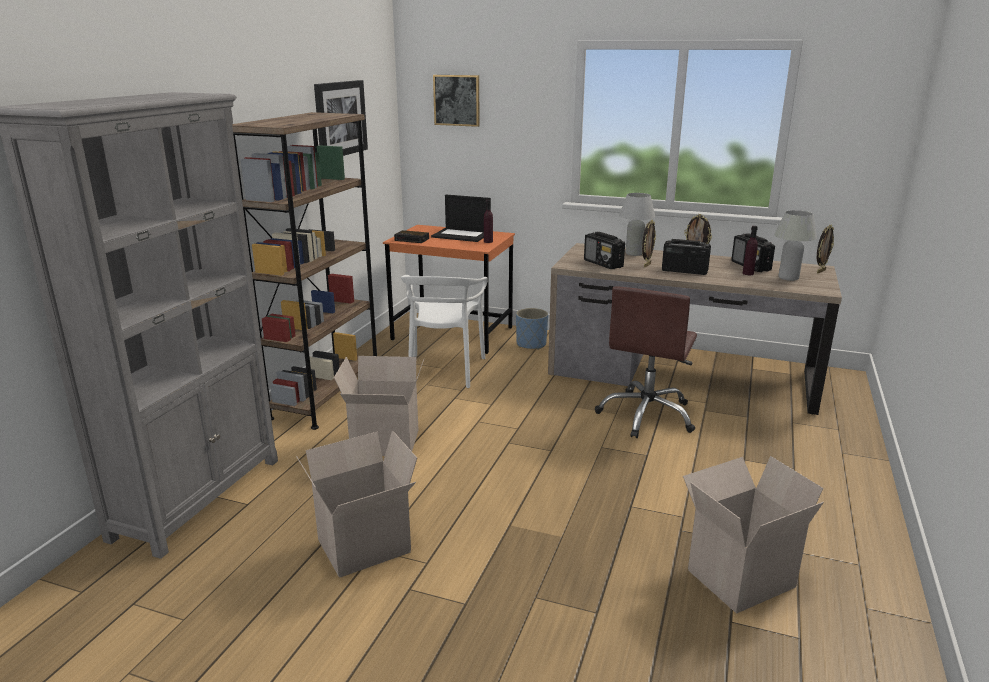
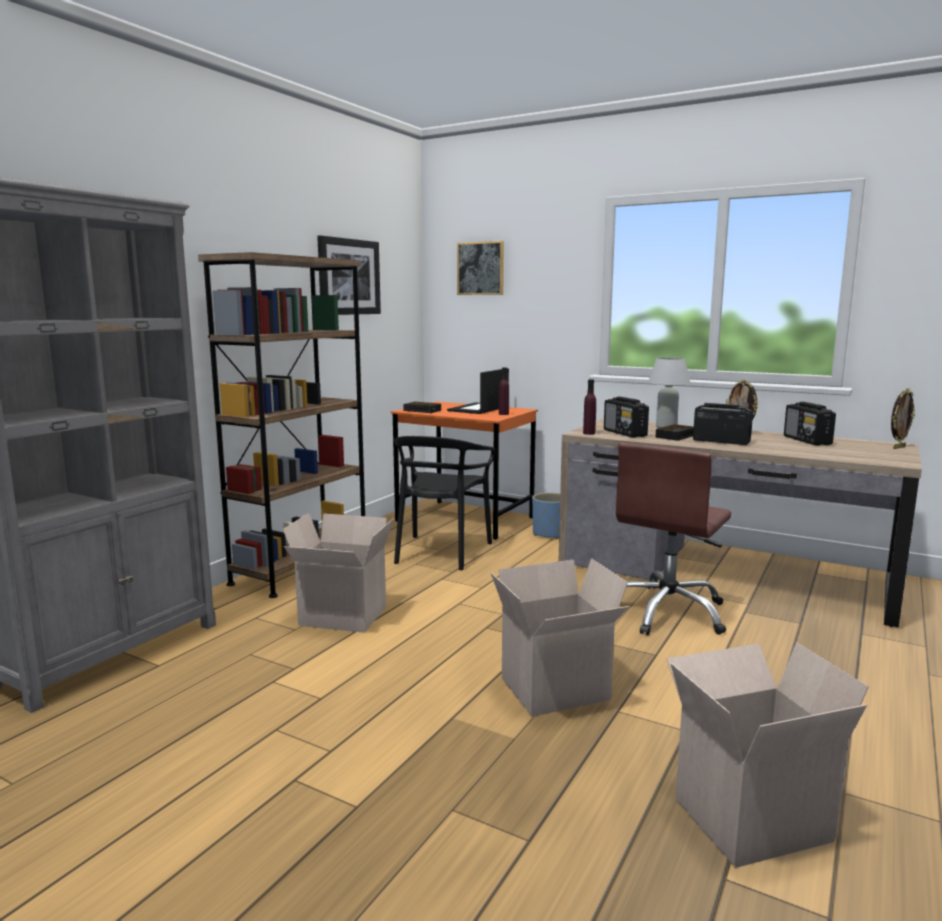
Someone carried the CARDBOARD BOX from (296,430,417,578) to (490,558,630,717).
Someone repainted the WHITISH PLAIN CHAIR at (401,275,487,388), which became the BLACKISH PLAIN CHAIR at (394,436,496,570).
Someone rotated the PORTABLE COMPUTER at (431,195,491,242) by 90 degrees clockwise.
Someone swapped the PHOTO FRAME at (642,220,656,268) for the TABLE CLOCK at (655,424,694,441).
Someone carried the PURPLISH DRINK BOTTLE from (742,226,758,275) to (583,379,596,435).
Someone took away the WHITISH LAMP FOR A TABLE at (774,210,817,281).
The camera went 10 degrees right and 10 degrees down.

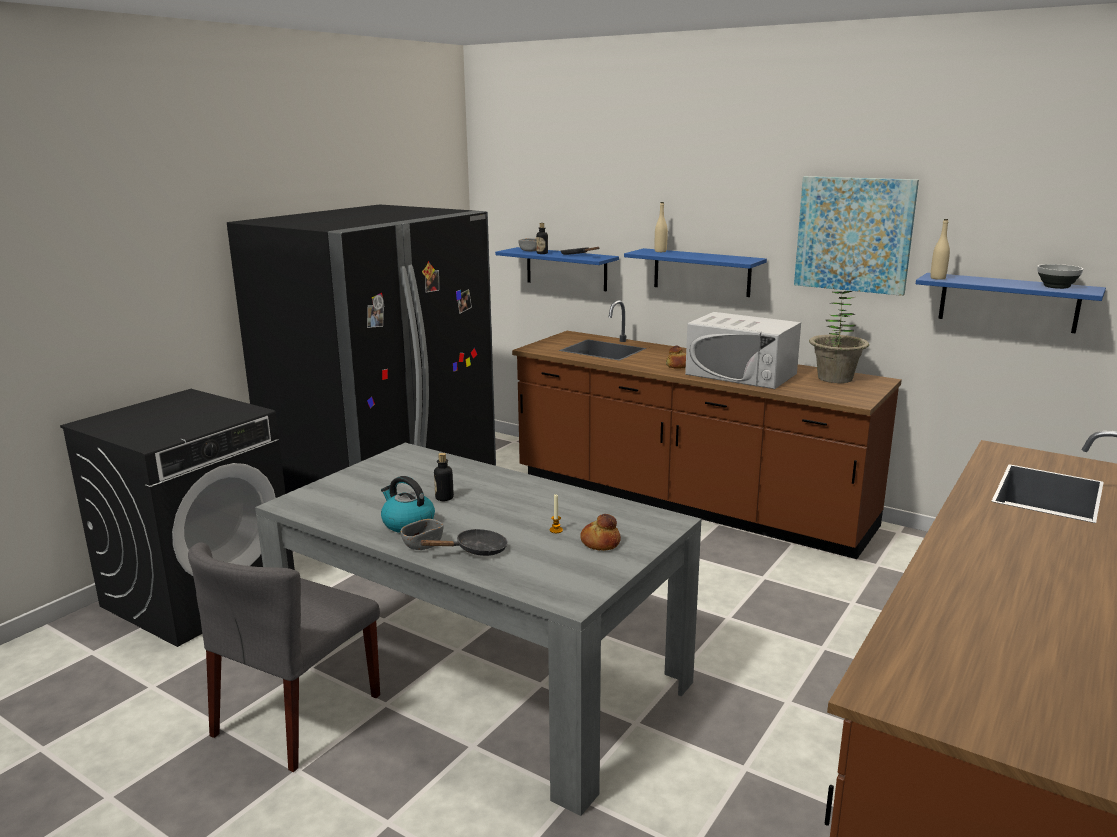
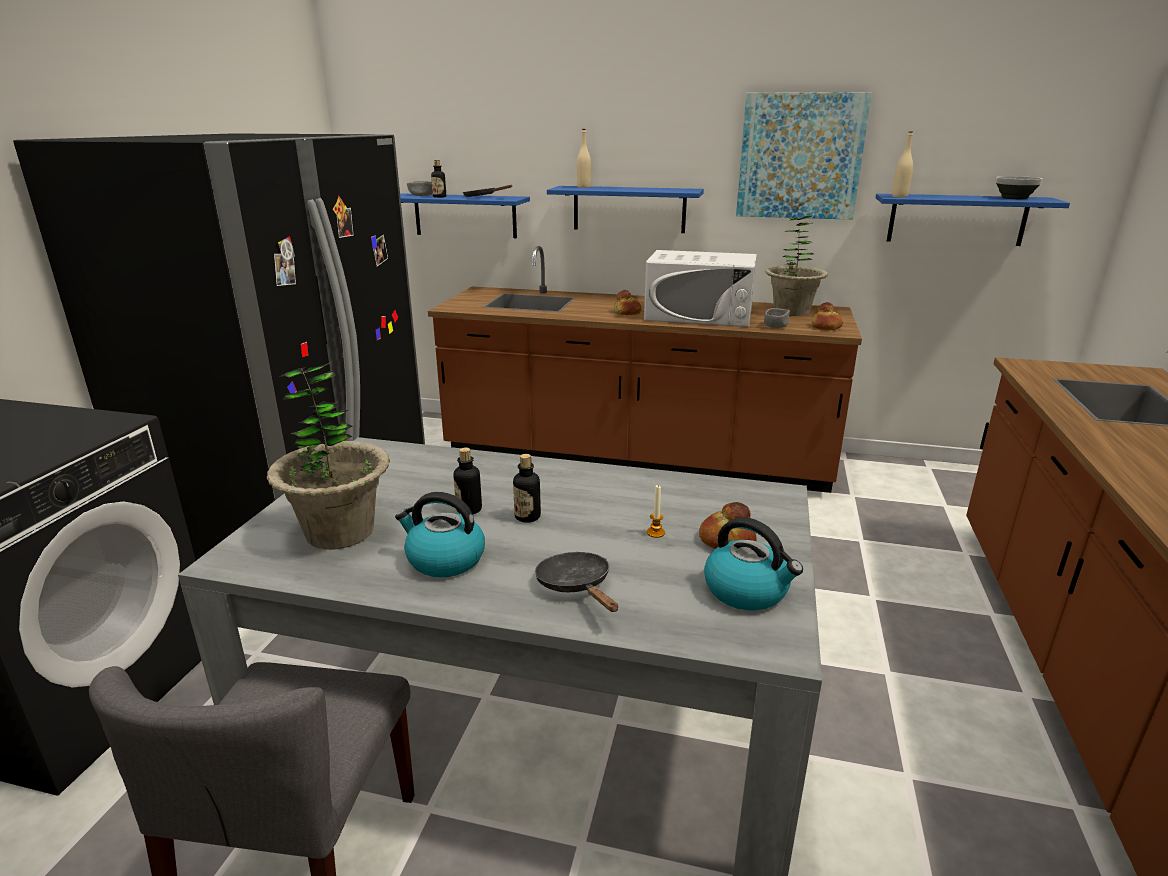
Someone carried the GREY BOWL from (400,519,444,550) to (764,308,790,328).
Someone rotated the BLACKISH SKILLET at (419,529,508,556) by 75 degrees counterclockwise.
Someone put down the POTTED PLANT at (267,362,390,550).
Someone put down the DRINK BOTTLE at (513,454,541,523).
Someone put down the TEA KETTLE at (704,517,803,611).
Someone put down the BREAD at (812,302,843,330).
The camera went 20 degrees left and 5 degrees up.

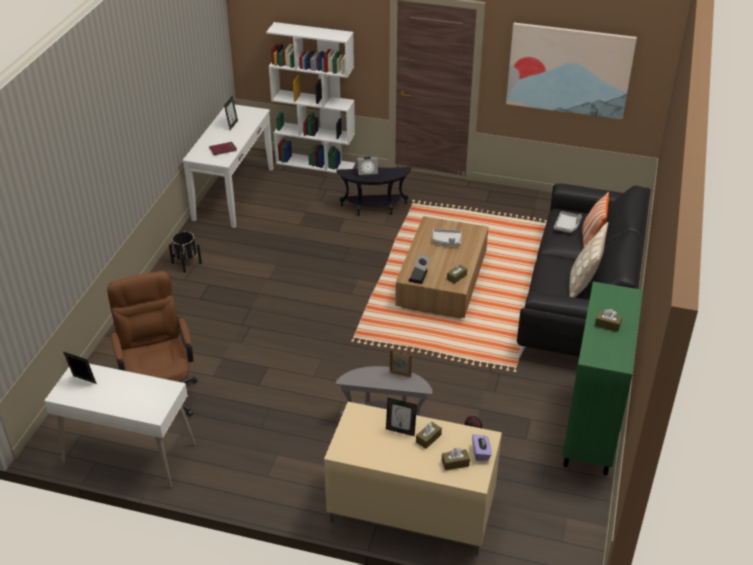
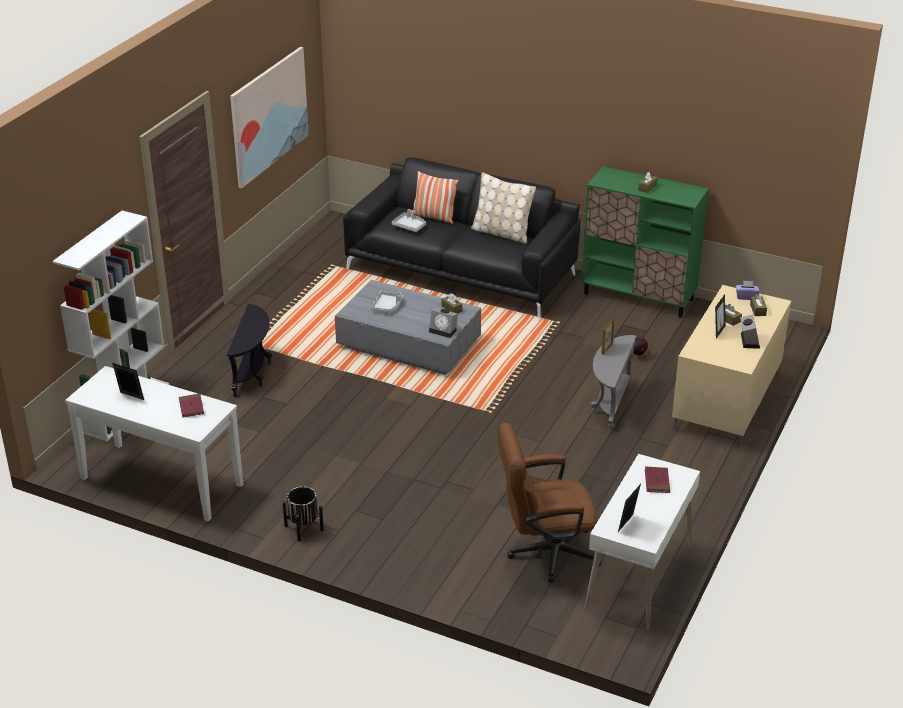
Someone carried the TABLE CLOCK from (357,156,378,179) to (740,314,760,349).
Someone repainted the BROWNISH LOW TABLE at (395,216,488,319), which became the GREY LOW TABLE at (335,280,481,375).
Someone put down the RED-COLOURED VOLUME at (645,466,670,493).
The camera went 80 degrees left and 5 degrees down.

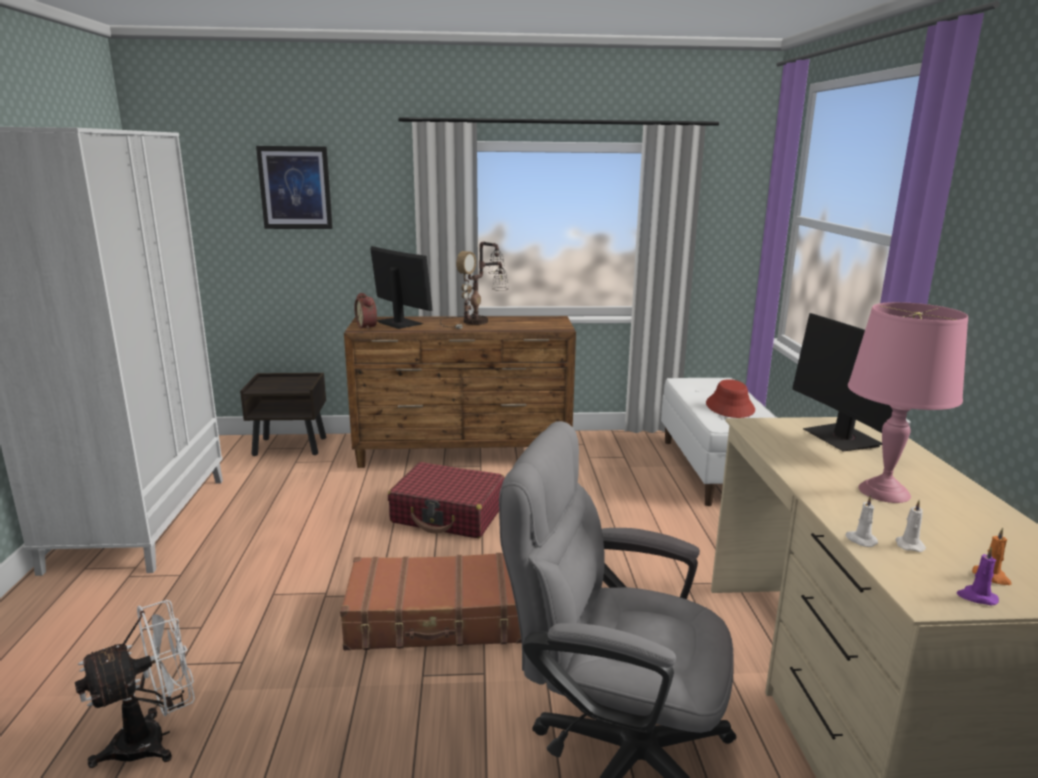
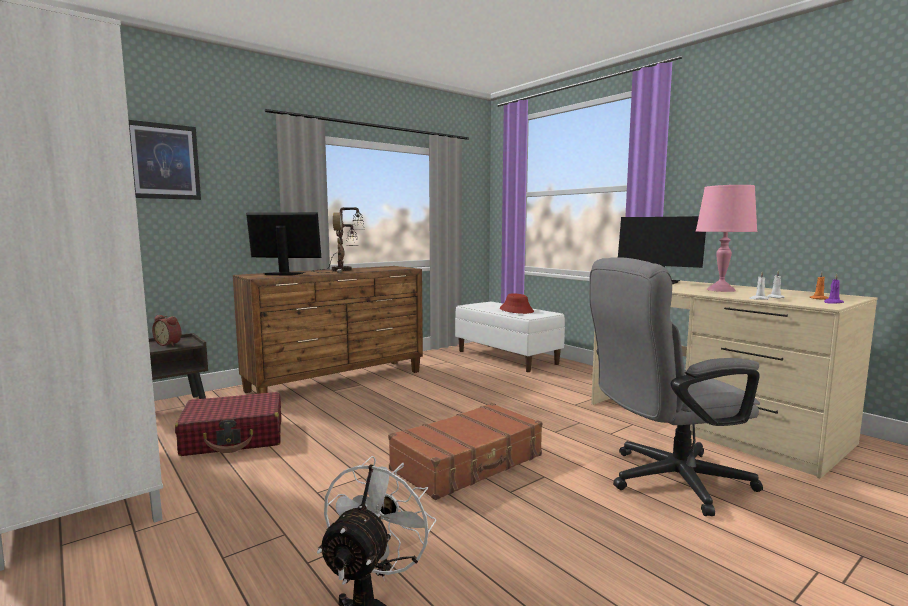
Someone carried the TABLE CLOCK from (355,293,377,330) to (152,315,182,346).
Someone carried the RED-COLOURED SUITCASE from (388,462,505,538) to (175,392,281,456).
The camera went 35 degrees left and 10 degrees down.

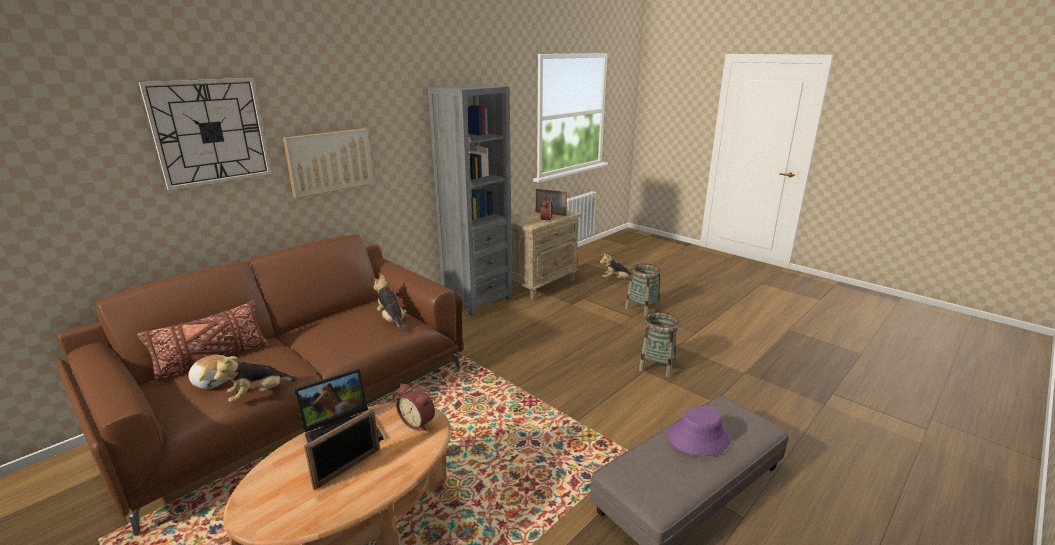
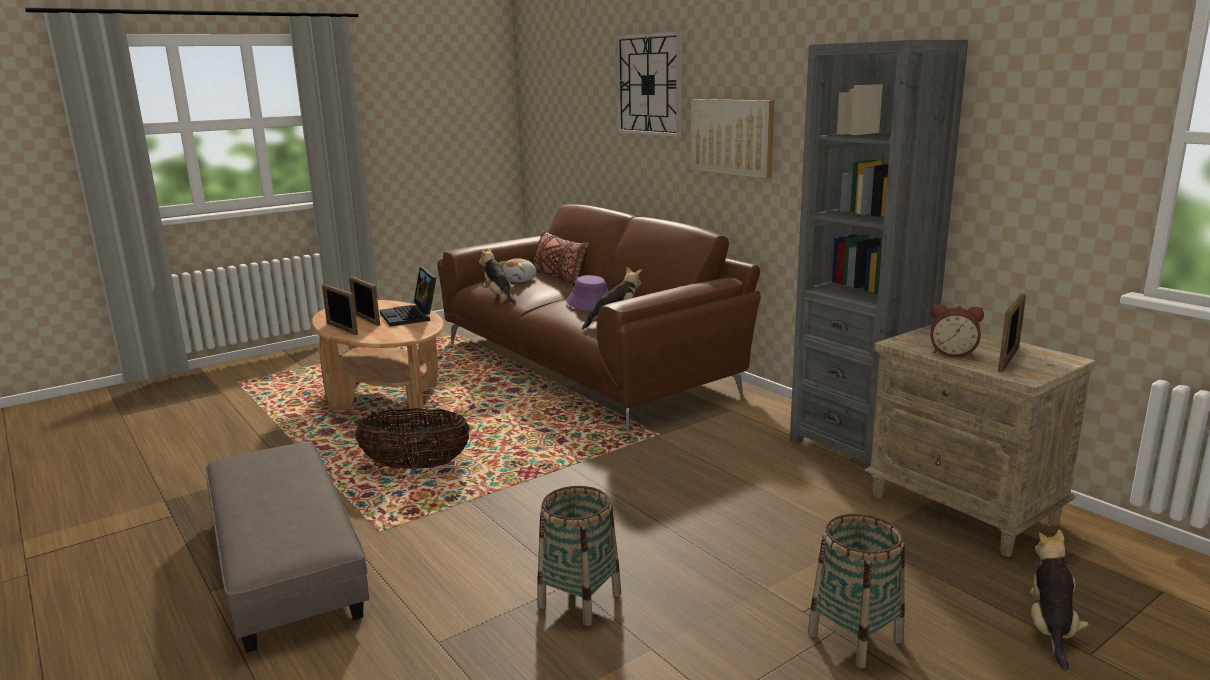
Someone took away the TABLE CLOCK at (396,383,435,431).
Someone carried the PURPLISH WEARABLE HAT from (668,406,731,456) to (566,275,609,311).
Someone put down the PHOTO FRAME at (322,284,358,335).
Someone put down the HOUSEHOLD BASKET at (355,408,471,470).
The camera went 100 degrees right and 5 degrees down.

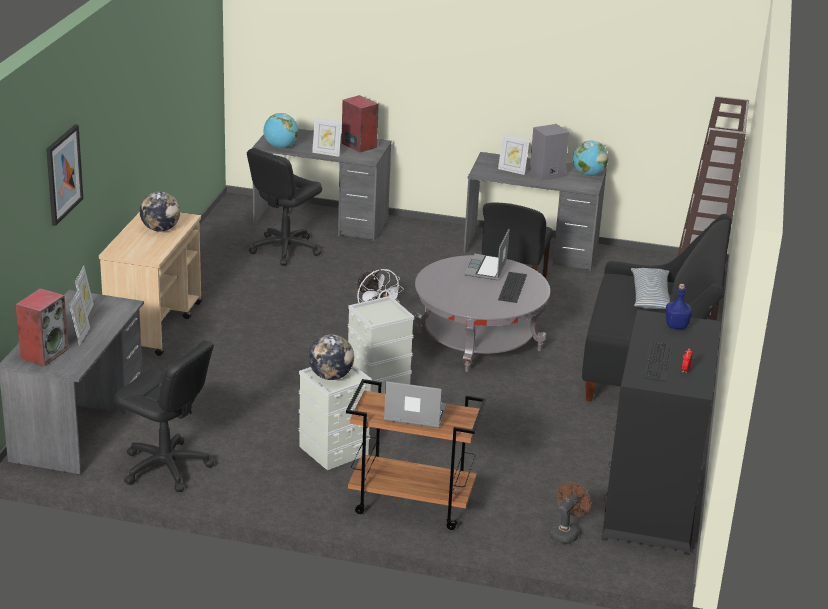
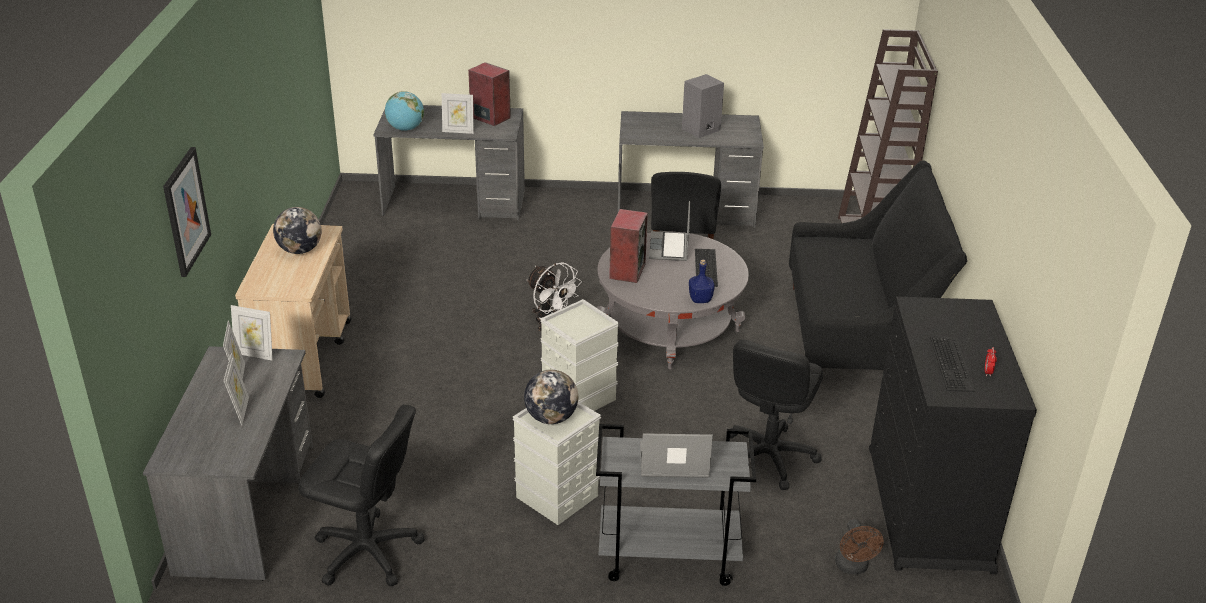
Someone carried the LOUDSPEAKER from (15,288,68,366) to (609,209,648,283).
Someone carried the BLACKISH OFFICE CHAIR from (247,148,322,265) to (726,340,823,490).
Someone repainted the BROWNISH CART at (346,379,486,530), which became the GREY CART at (596,424,756,586).
Someone carried the PHOTO FRAME from (498,134,530,175) to (231,305,273,361).
Someone rotated the BROWNISH ELECTRIC FAN at (549,482,591,544) by 150 degrees clockwise.
Someone took away the GLOBE at (573,140,609,176).
Someone took away the CUSHION at (631,268,670,309).
Someone carried the BLUE DRINK BOTTLE from (666,284,692,329) to (689,259,715,303).
The camera went 10 degrees left and 5 degrees up.

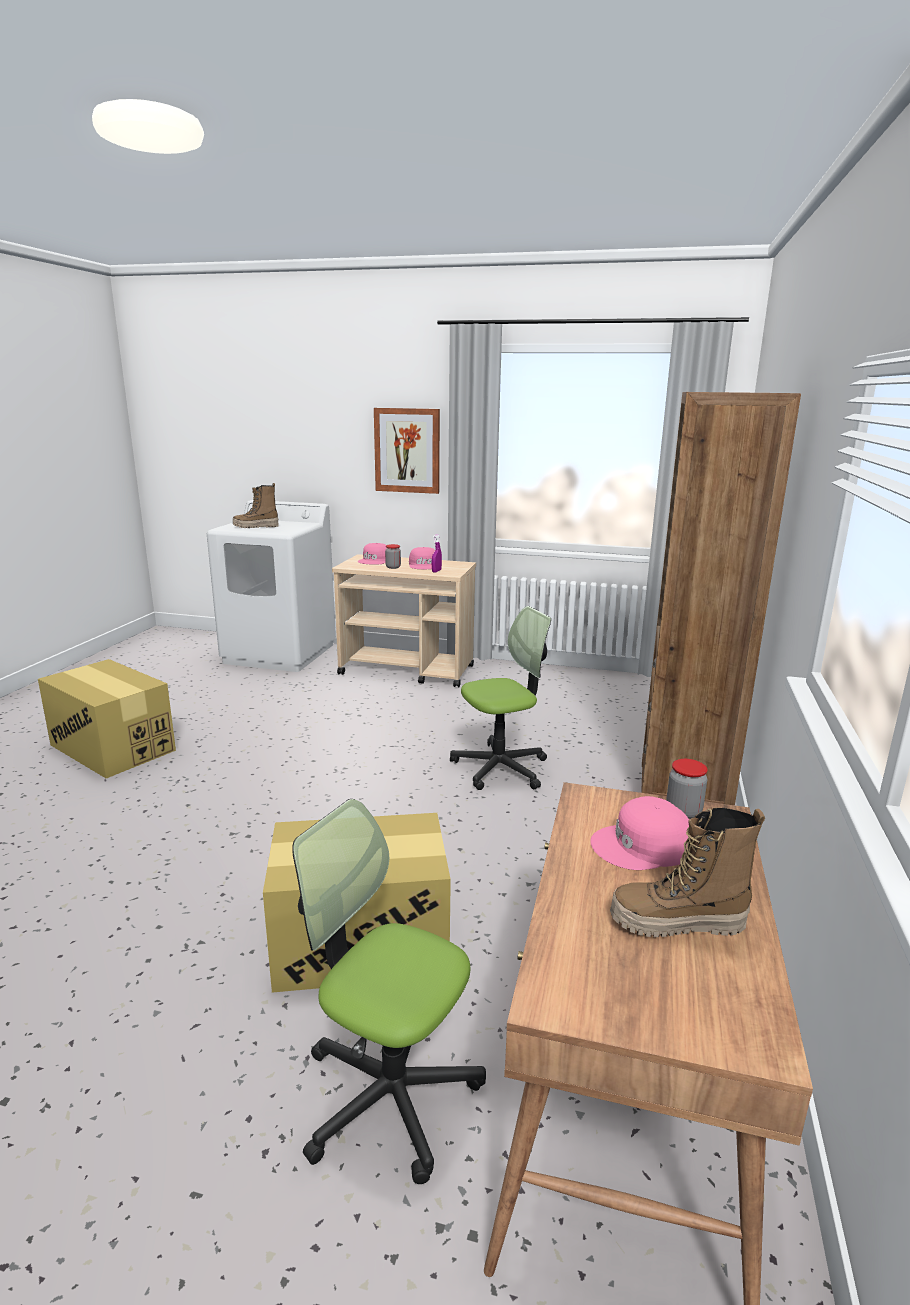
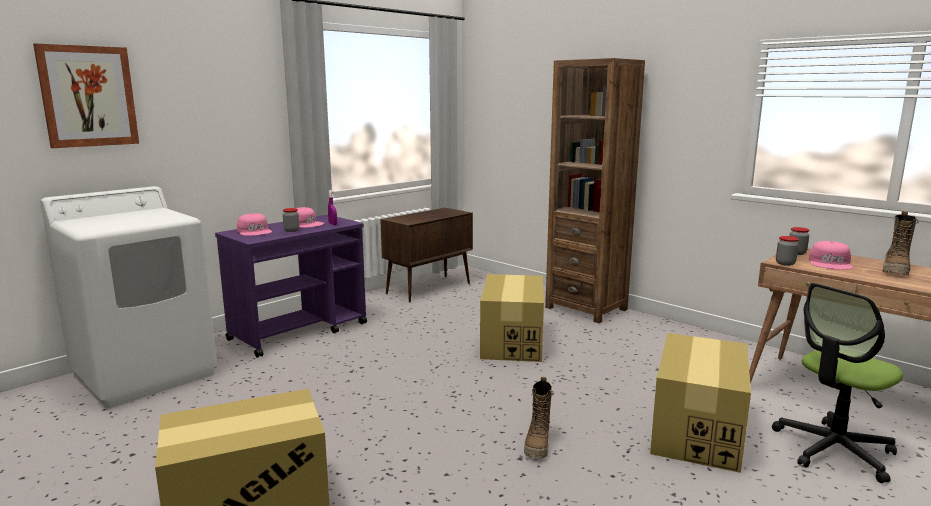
Someone carried the HIGH-TOP BOOT from (233,483,279,528) to (524,377,553,458).
Someone repainted the SAND-COLOURED CART at (332,554,476,688), which became the PURPLISH CART at (215,215,367,358).
Someone carried the PICTURE from (374,408,440,494) to (33,44,139,148).
Someone swapped the OFFICE CHAIR at (450,606,551,790) for the CARDBOARD BOX at (480,274,544,362).
Someone put down the BROWNISH CUPBOARD at (380,208,473,302).
Someone put down the PRESERVE JAR at (776,236,799,266).
The camera went 60 degrees left and 5 degrees down.

